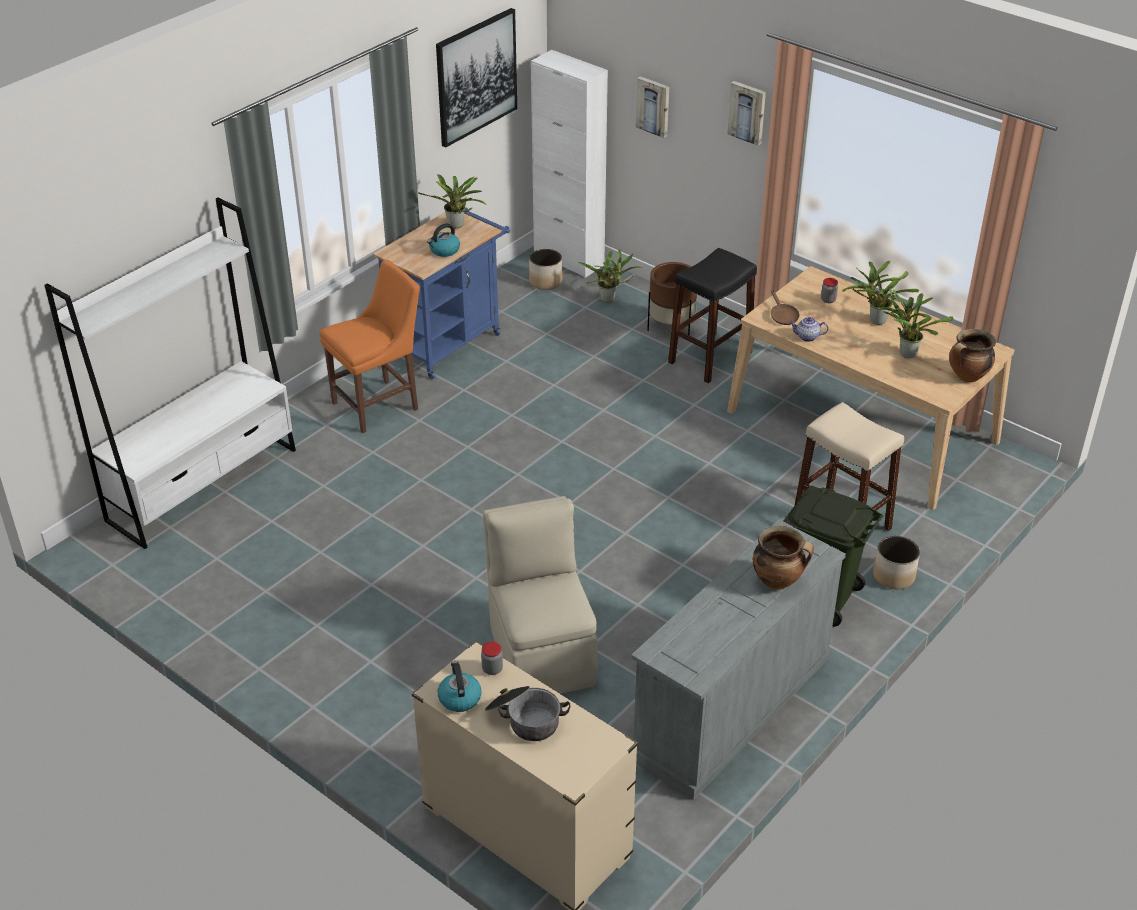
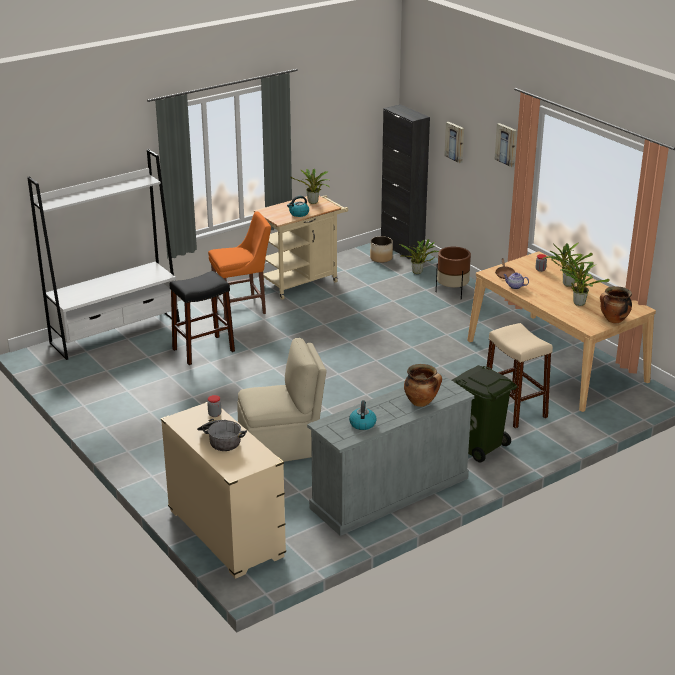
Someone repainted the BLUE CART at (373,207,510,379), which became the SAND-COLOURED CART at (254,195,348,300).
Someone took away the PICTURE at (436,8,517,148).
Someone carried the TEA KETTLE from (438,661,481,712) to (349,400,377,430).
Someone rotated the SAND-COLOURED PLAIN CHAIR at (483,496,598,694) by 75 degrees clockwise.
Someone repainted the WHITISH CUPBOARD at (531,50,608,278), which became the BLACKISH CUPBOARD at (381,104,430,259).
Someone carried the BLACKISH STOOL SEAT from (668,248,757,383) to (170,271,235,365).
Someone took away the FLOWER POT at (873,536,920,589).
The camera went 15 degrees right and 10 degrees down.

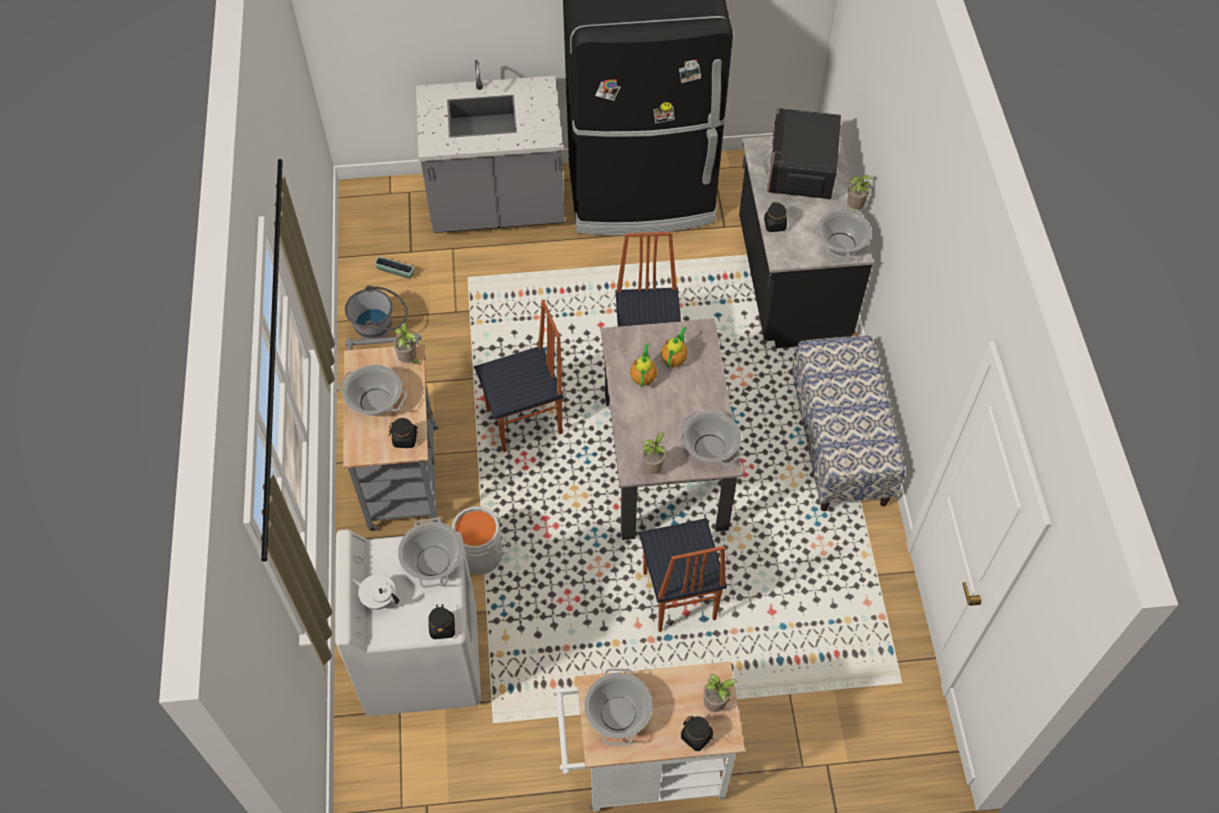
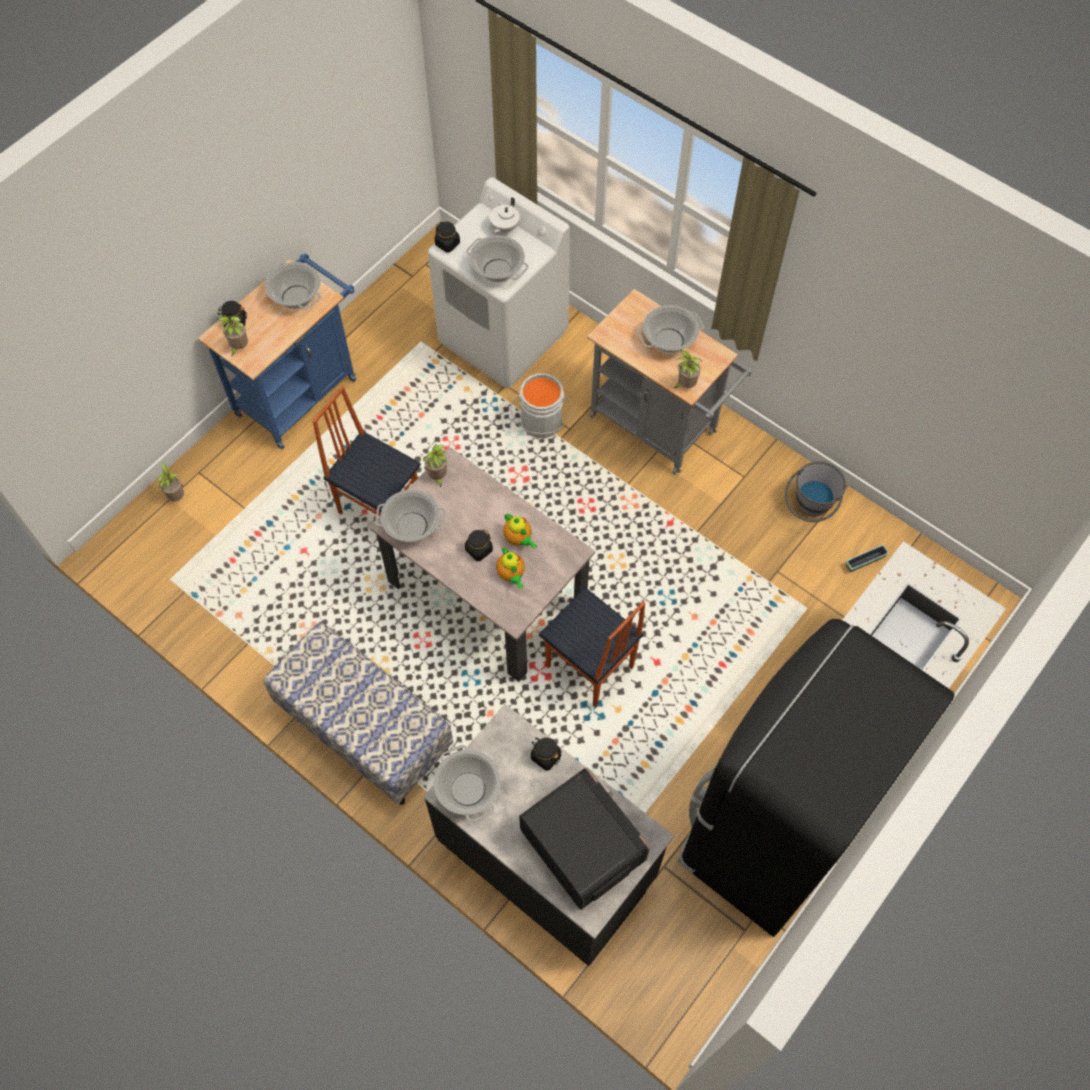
Someone rotated the WHITISH TEAPOT at (352,574,399,610) by 135 degrees clockwise.
Someone carried the BLACKISH PRESERVE JAR from (389,418,418,448) to (465,530,493,561).
Someone took away the PLAIN CHAIR at (474,299,564,452).
Someone repainted the WHITISH CART at (553,661,745,812), which became the BLUE CART at (198,253,356,449).
Someone carried the POTTED PLANT from (847,175,872,210) to (157,463,184,501).
The camera went 135 degrees right and 5 degrees up.

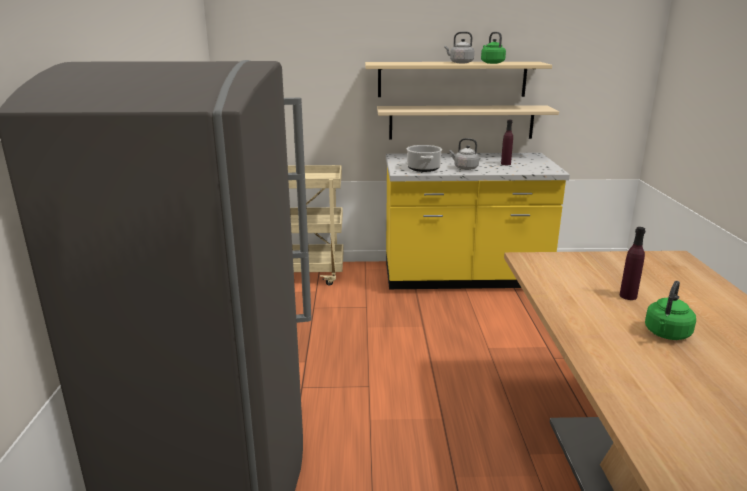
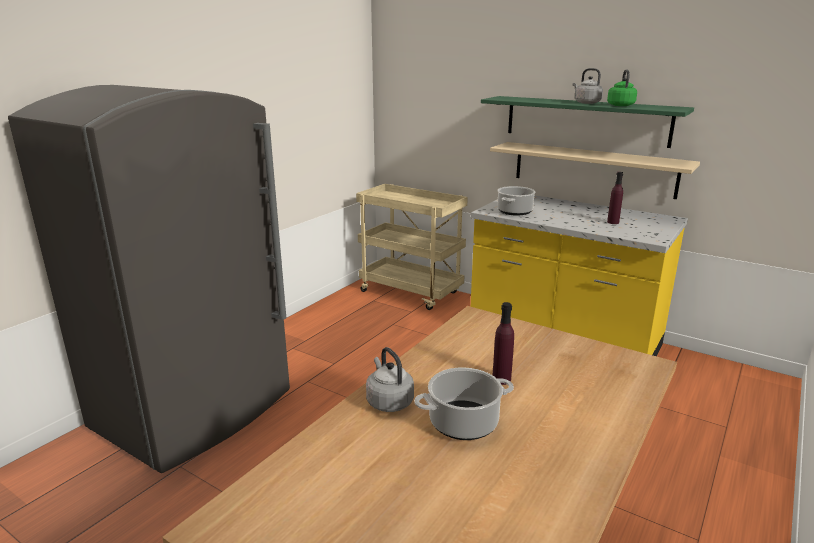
Someone repainted the SAND-COLOURED SHELF at (365,62,552,97), which became the GREEN SHELF at (481,96,694,148).
Someone carried the GREY TEA KETTLE from (449,138,479,170) to (366,347,414,412).
Someone swapped the GREEN TEA KETTLE at (645,281,696,340) for the SAUCEPOT at (414,367,514,440).
The camera went 35 degrees right and 0 degrees up.

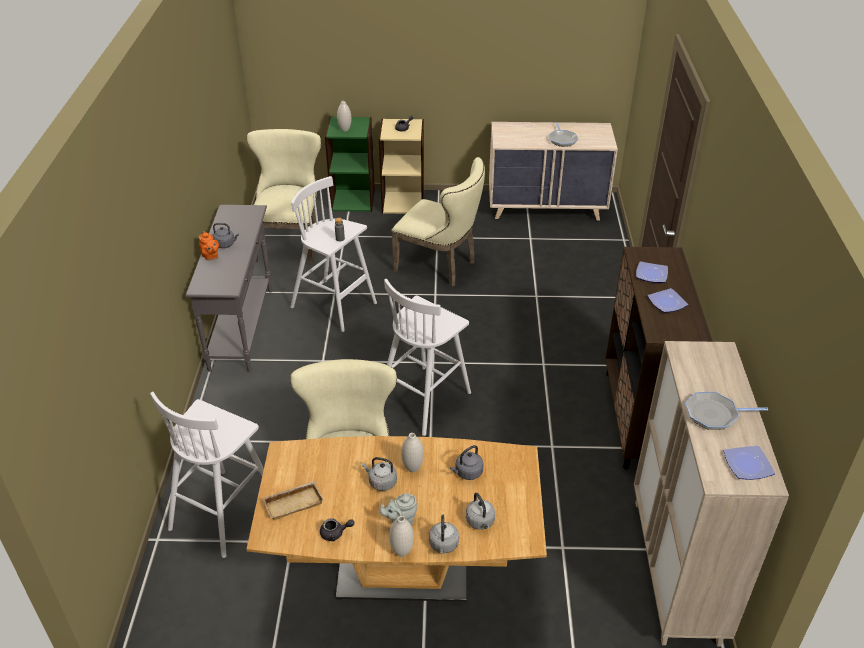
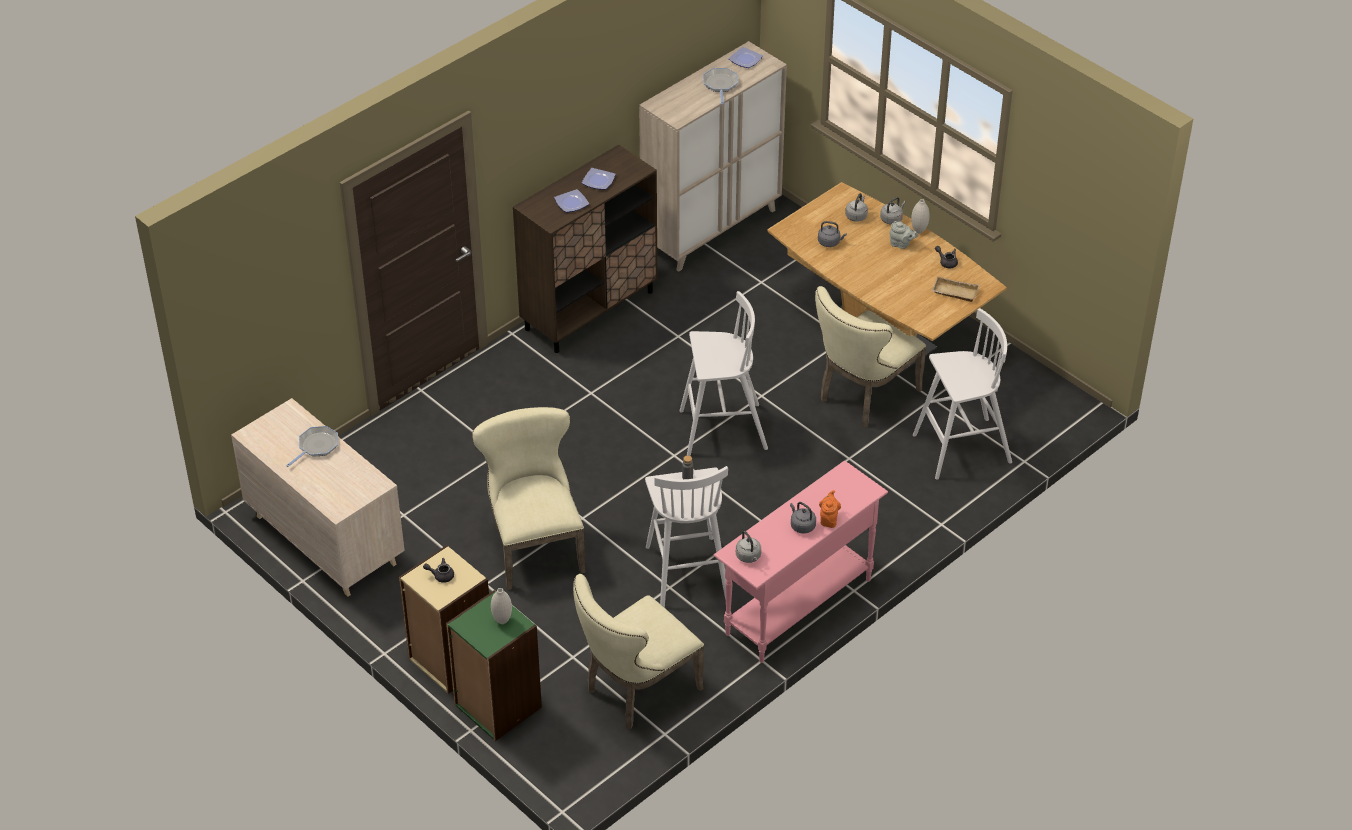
Someone repainted the GREY NARROW TABLE at (185,205,272,372), which became the PINK-COLOURED NARROW TABLE at (713,461,888,663).
Someone carried the GREY TEA KETTLE from (362,457,397,491) to (736,531,761,563).
Someone took away the WHITISH VASE at (401,433,424,472).
Someone rotated the SKILLET at (685,392,768,430) by 135 degrees counterclockwise.
The camera went 135 degrees left and 5 degrees up.

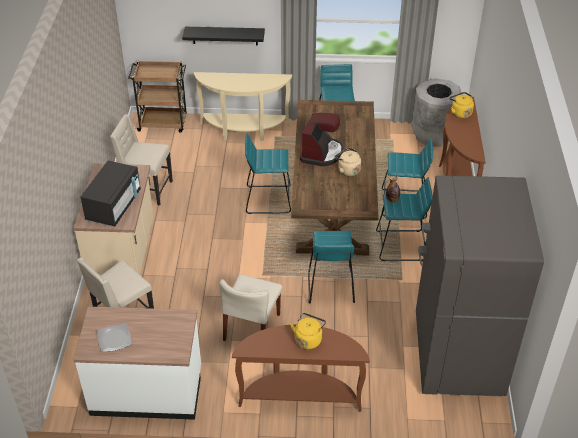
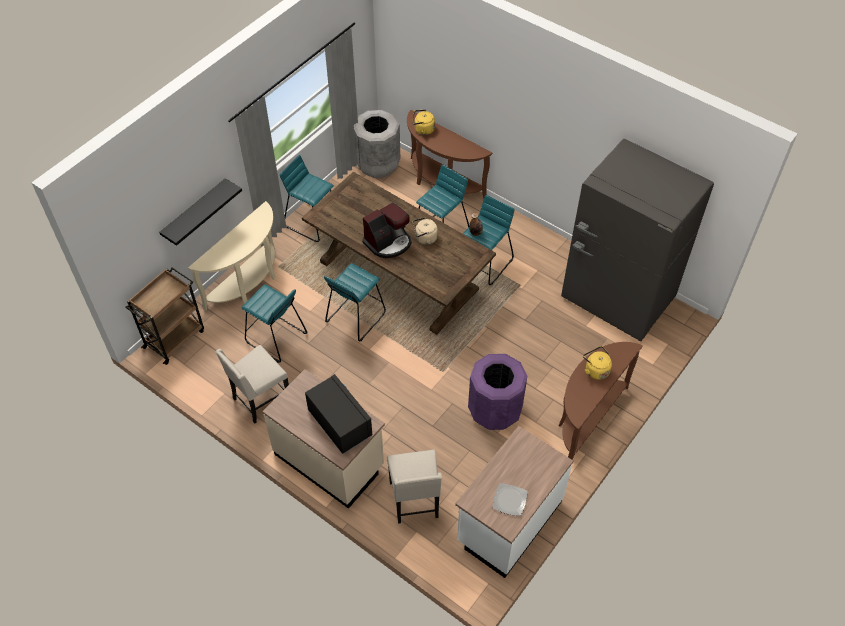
Someone swapped the SAND-COLOURED PLAIN CHAIR at (220,275,283,341) for the PURPLISH WASTE BIN at (468,354,527,430).
Someone rotated the COFFEE BREWER at (300,113,343,166) by 90 degrees clockwise.
Someone carried the TURQUOISE STOOL SEAT from (308,231,355,303) to (241,284,307,363).
The camera went 55 degrees left and 10 degrees up.

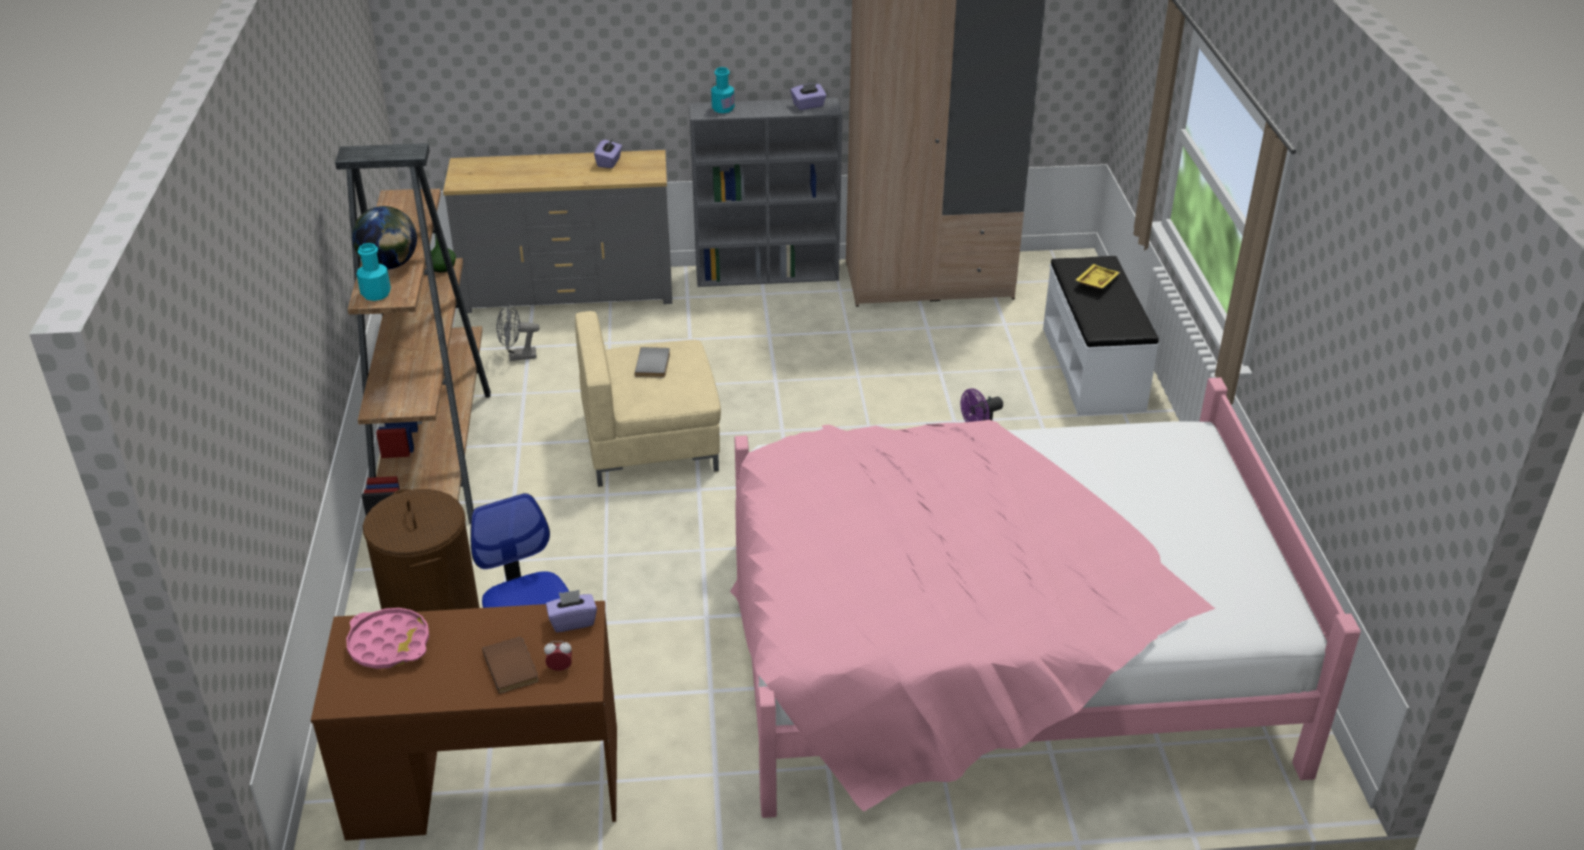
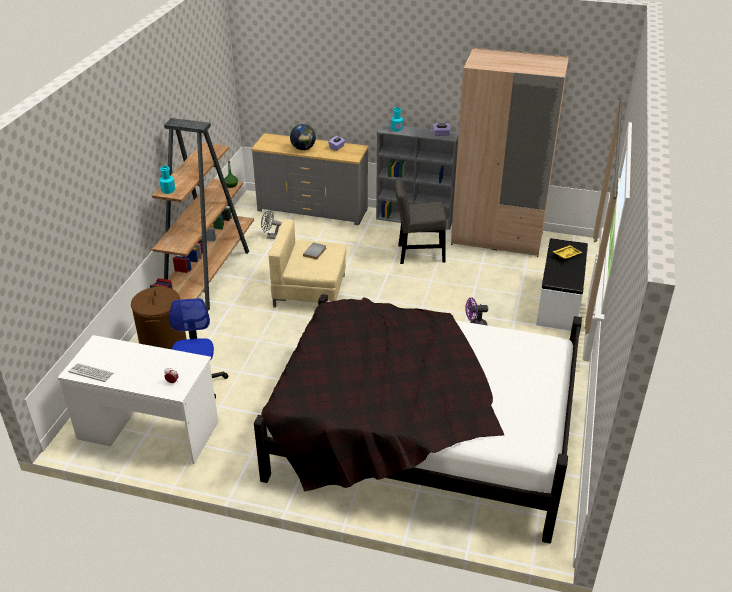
Someone repainted the BROWNISH DESK UNIT at (311,601,617,841), which became the WHITISH DESK UNIT at (57,335,218,464).
Someone took away the PINK-COLOURED TRAY at (346,608,429,669).
Someone carried the GLOBE from (352,206,417,270) to (290,124,316,150).
Someone took away the BROWNISH VOLUME at (482,637,539,694).
Someone took away the PURPLISH BOX OF TISSUES at (546,590,597,632).
Someone repainted the PINK-COLOURED BEDROOM BED at (730,377,1361,818), which became the BLACKISH BEDROOM BED at (254,294,582,544).
Someone put down the KEYBOARD at (68,363,114,382).
Someone put down the GREY PLAIN CHAIR at (395,177,446,264).
The camera went 20 degrees right and 0 degrees up.

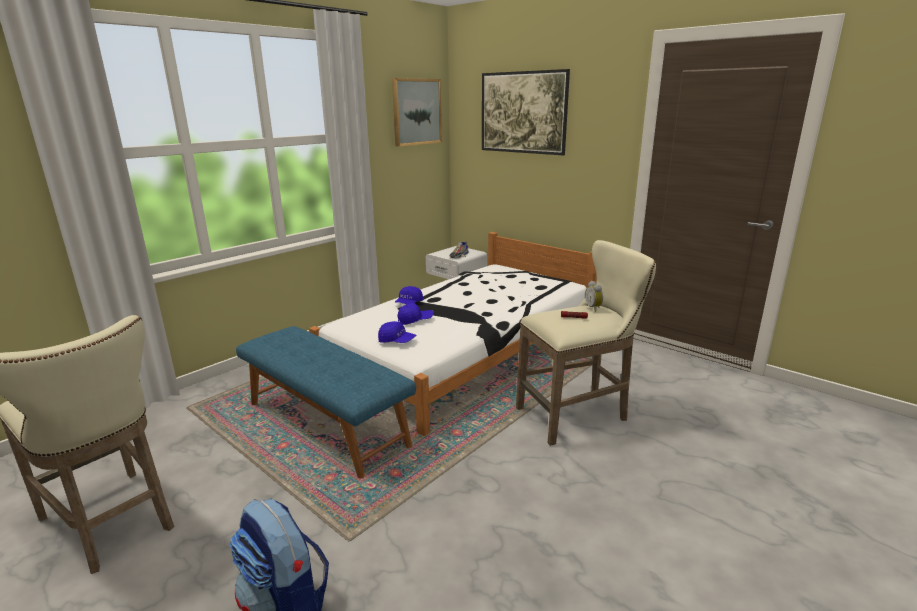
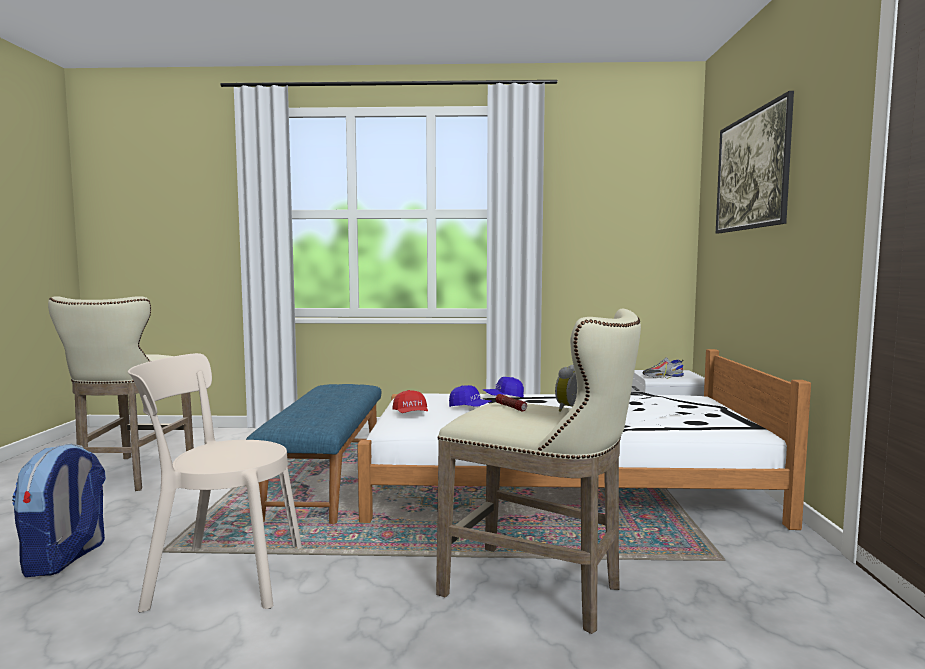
Someone repainted the BLUE PEAKED CAP at (378,321,416,343), which became the RED-COLOURED PEAKED CAP at (392,390,428,413).
Someone took away the PICTURE at (392,78,442,147).
Someone put down the SAND-COLOURED PLAIN CHAIR at (128,353,302,612).
The camera went 50 degrees right and 15 degrees down.

